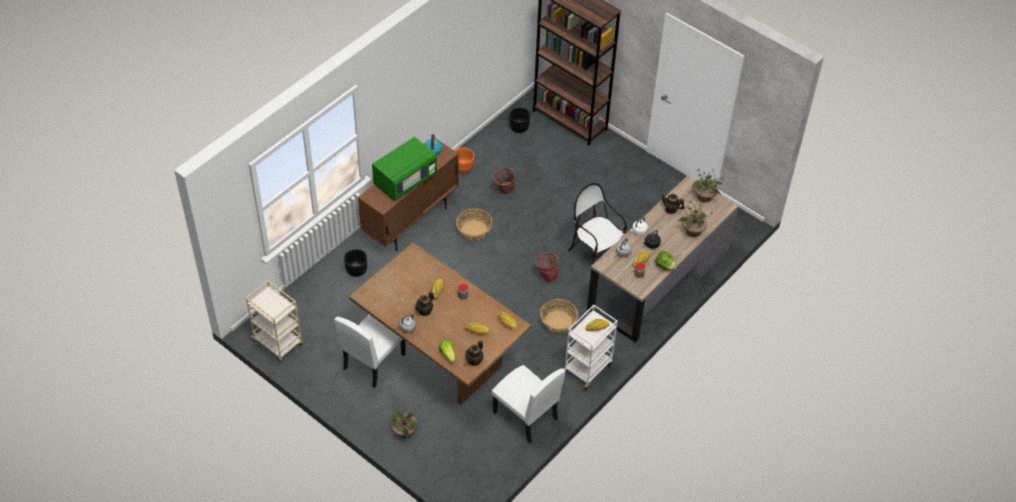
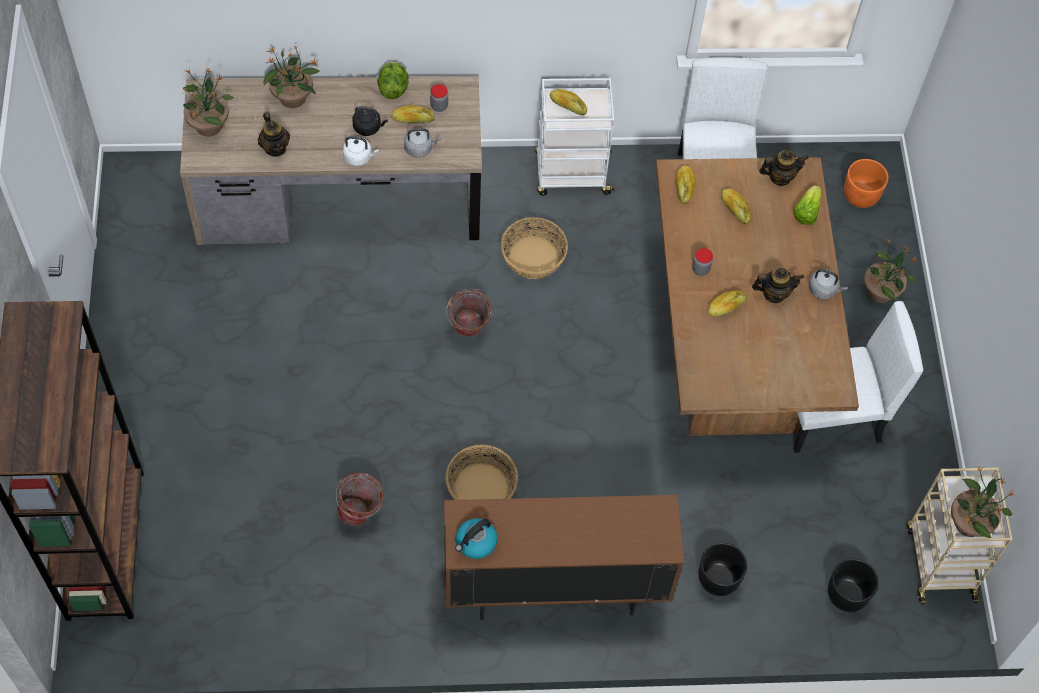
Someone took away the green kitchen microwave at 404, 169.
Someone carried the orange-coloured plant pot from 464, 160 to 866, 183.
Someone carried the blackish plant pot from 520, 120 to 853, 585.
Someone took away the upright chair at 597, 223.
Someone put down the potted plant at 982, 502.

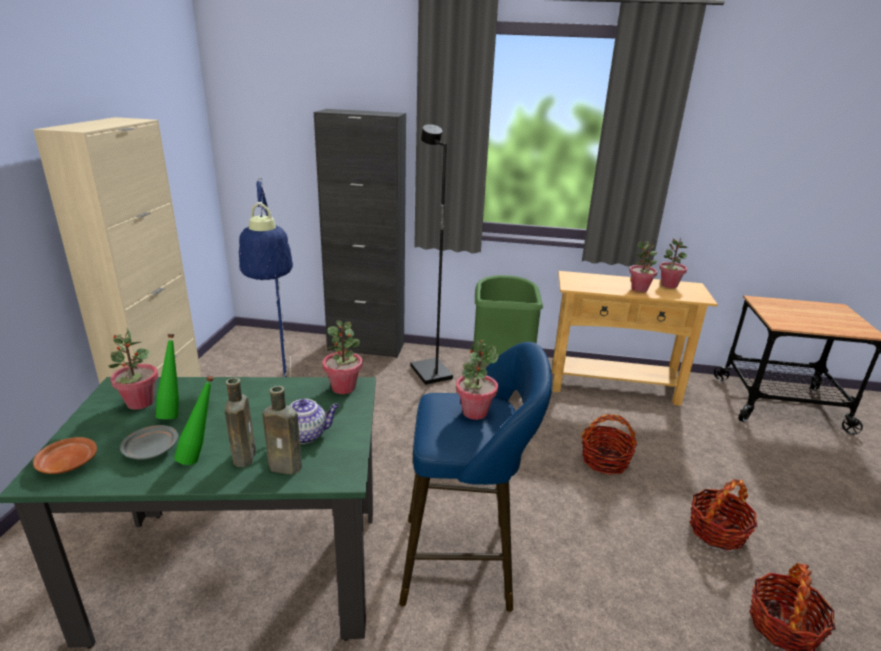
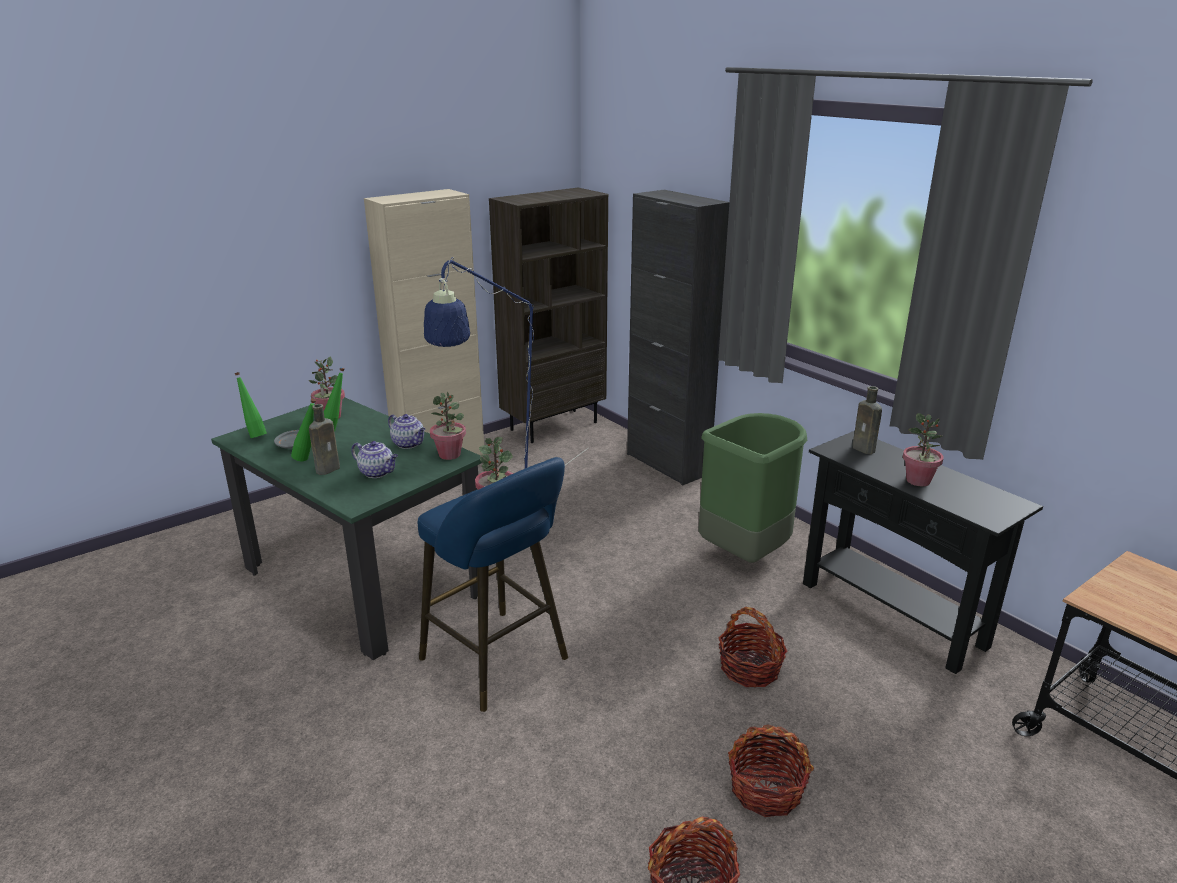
Someone swapped the brownish flat dish at 65, 455 for the green bottle at 250, 405.
Someone carried the brownish bottle from 282, 430 to 867, 420.
Someone took away the blackish floor lamp at 432, 254.
Someone repainted the beige-coloured hall table at 635, 338, which became the blackish hall table at 923, 552.
Someone took away the potted plant at 673, 263.
Someone put down the pot for tea at 406, 431.
Someone put down the brownish shelving unit at 548, 315.

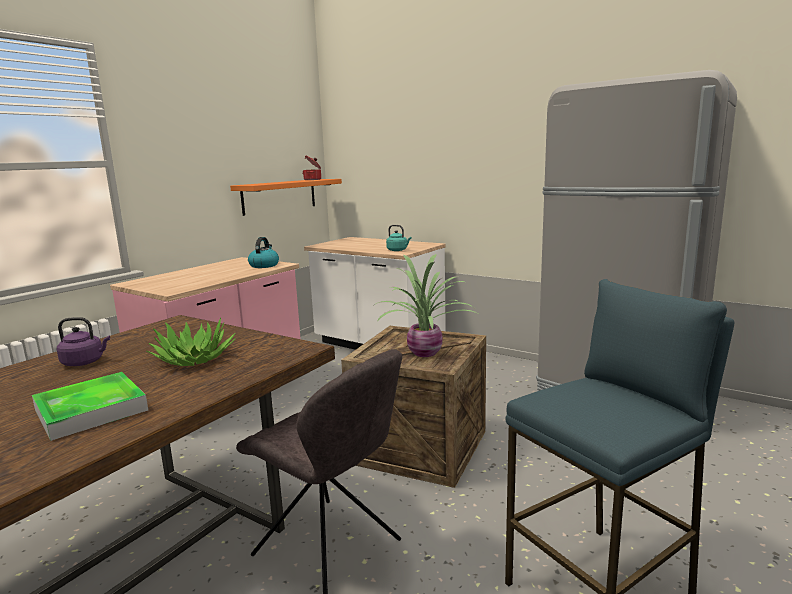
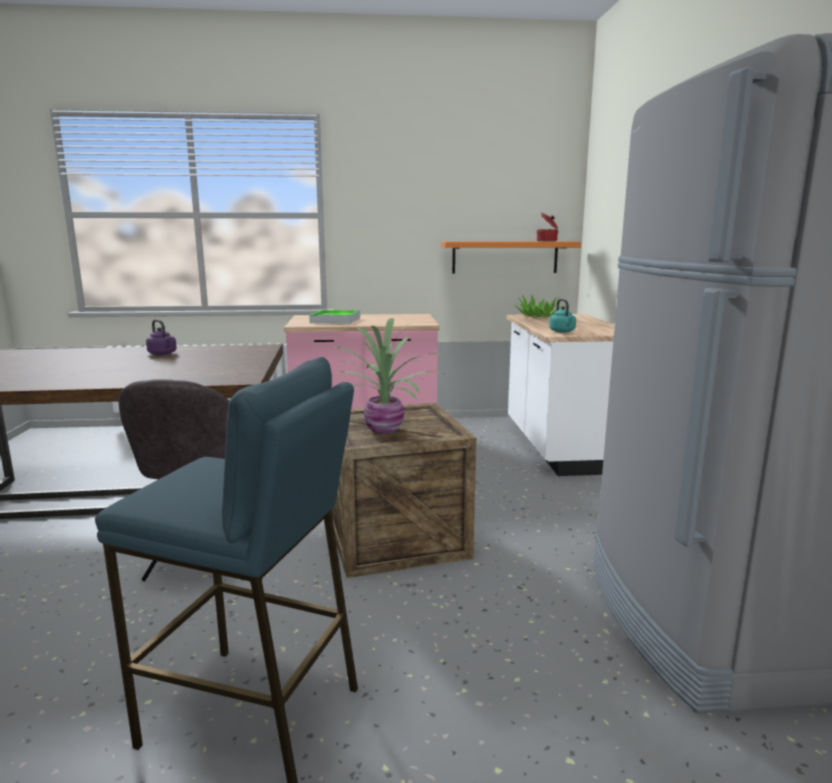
Someone carried the serving tray from 90, 406 to 334, 317.
Someone carried the potted plant from 190, 342 to 538, 306.
Someone took away the tea kettle at 263, 252.

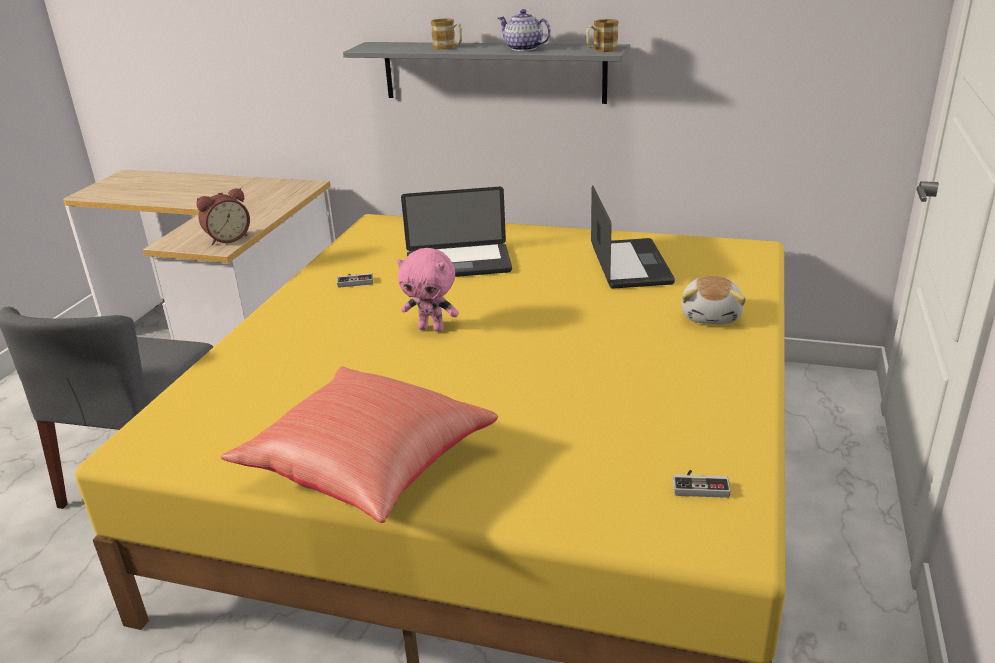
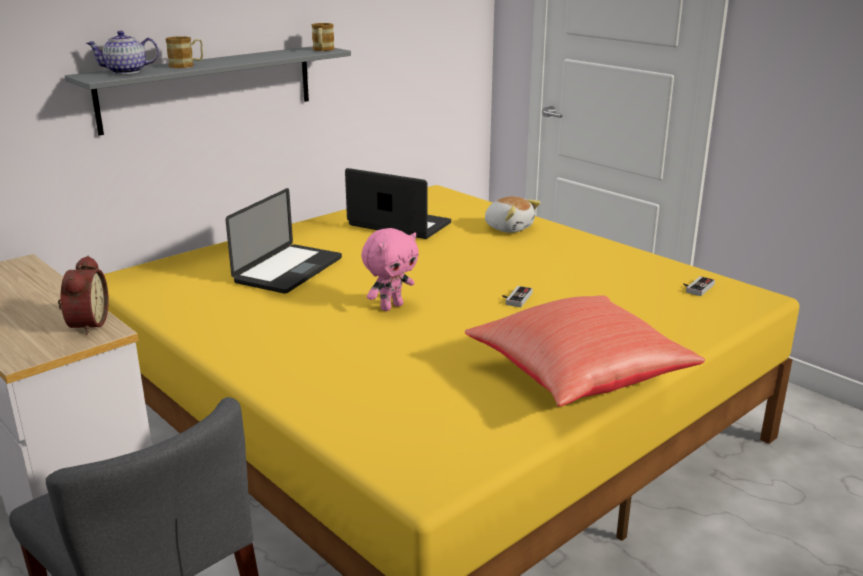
Someone carried the game controller from 355, 280 to 517, 296.
Someone carried the pot for tea from 524, 30 to 122, 52.

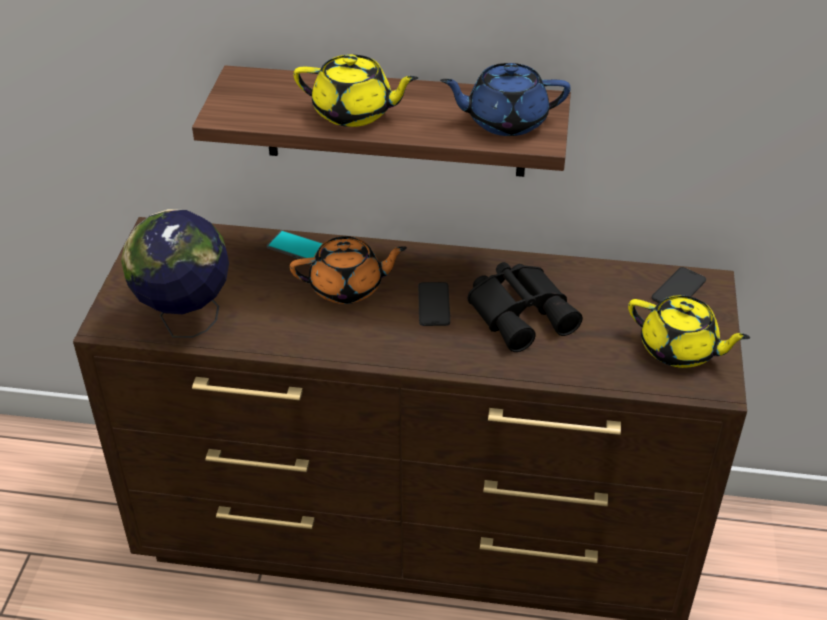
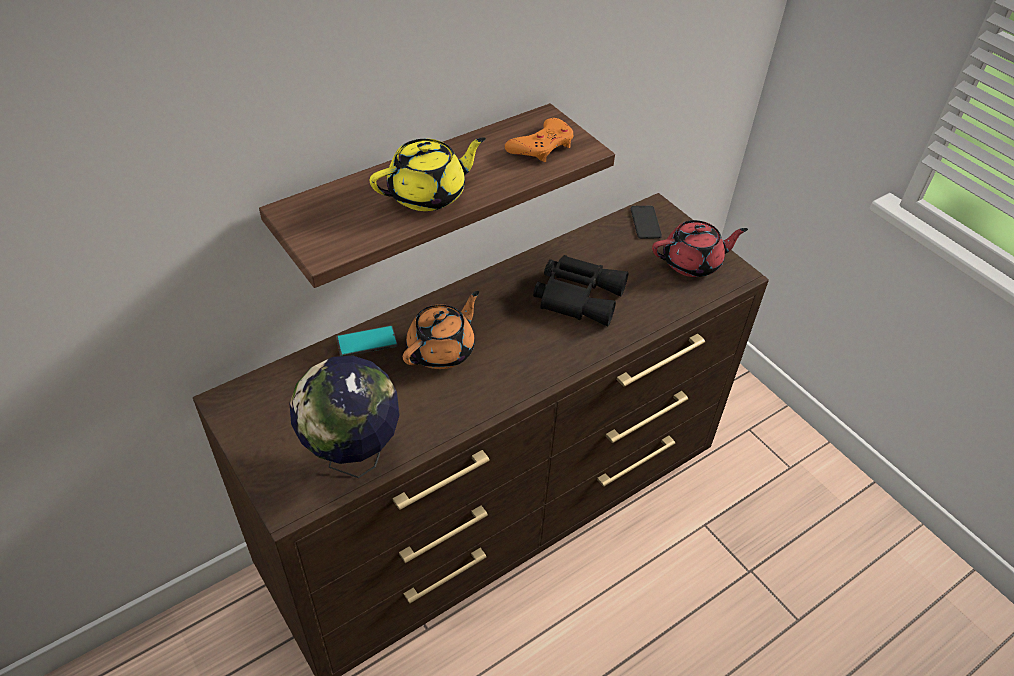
Someone took away the handset at 434, 304.
Someone swapped the blue pot for tea at 505, 99 for the orange-coloured game controller at 539, 140.
Someone repainted the yellow-coloured pot for tea at 689, 331, which became the red pot for tea at 700, 248.

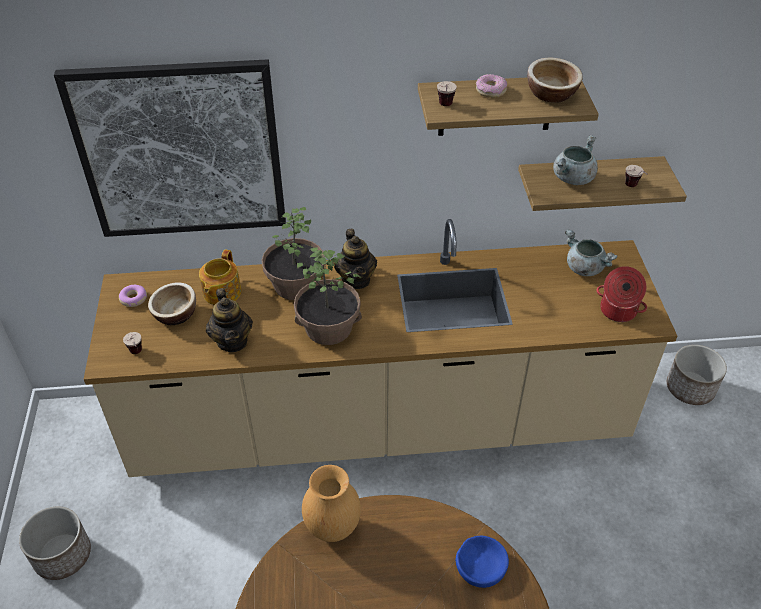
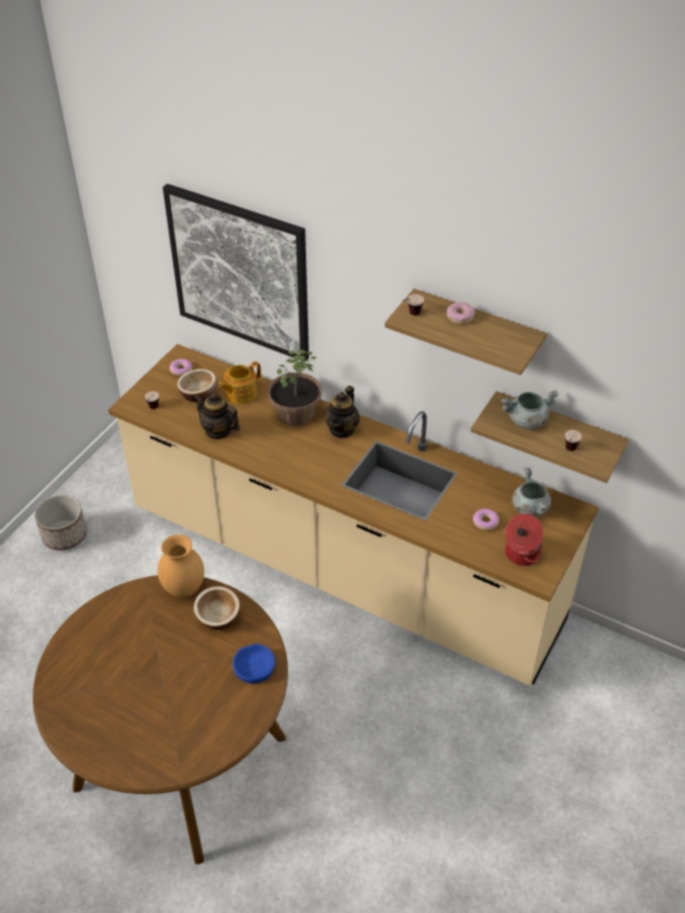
Someone rotated the pot for tea at 229, 320 by 105 degrees clockwise.
Someone took away the potted plant at 328, 296.
Someone carried the deep dish from 555, 80 to 217, 608.
Someone took away the plant pot at 697, 375.
Someone put down the donut at 486, 520.

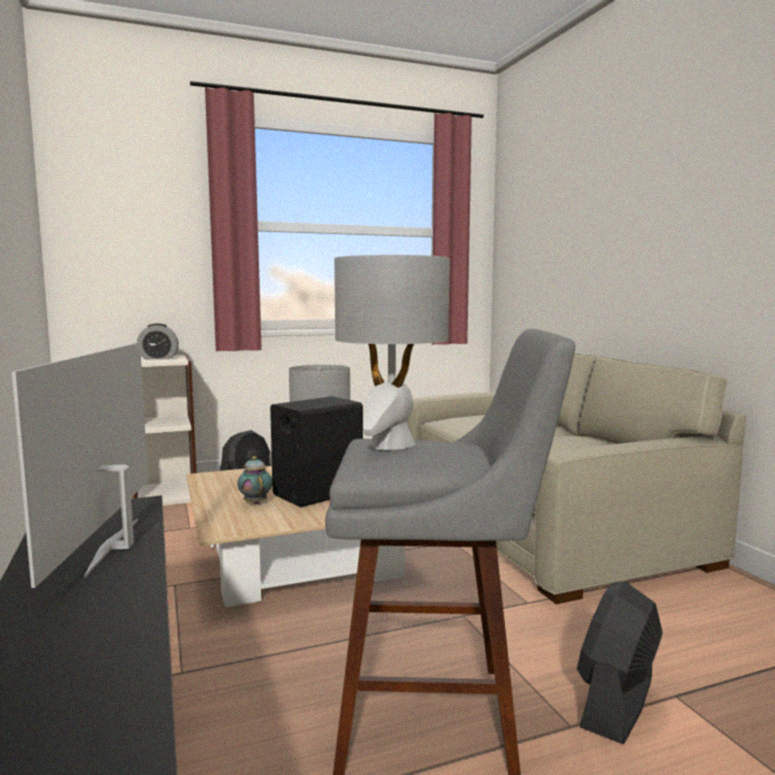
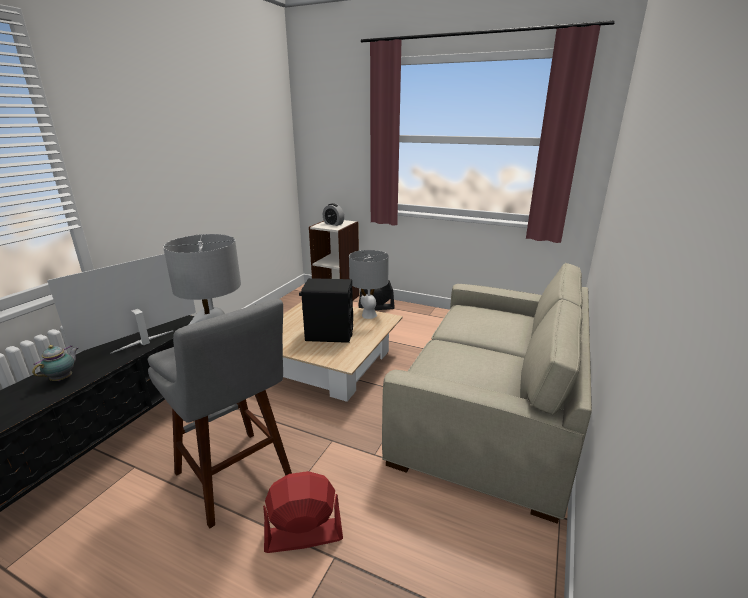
Someone carried the pot for tea from 255, 480 to 55, 363.
Someone repainted the blackish cooling fan at 620, 662, which became the red cooling fan at 303, 512.

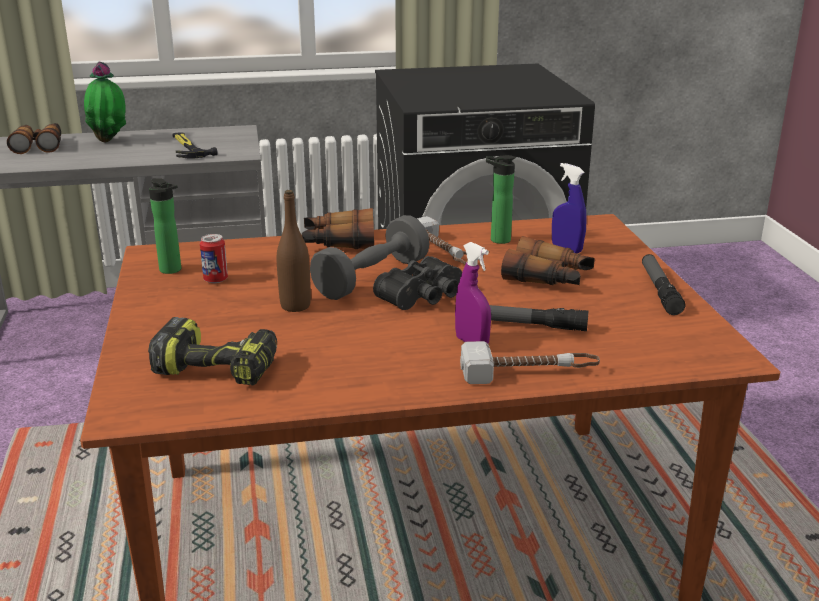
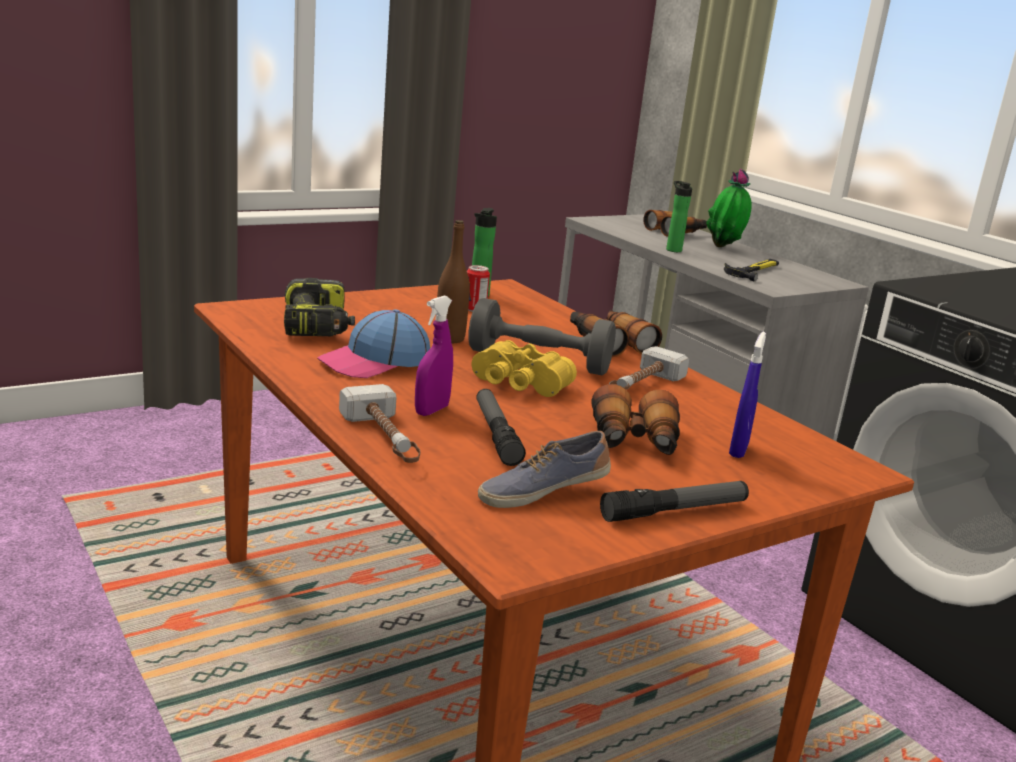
Someone repainted the blackish field glasses at 417, 283, which became the yellow-coloured field glasses at 524, 368.
Someone carried the bottle from 501, 199 to 679, 216.
Someone put down the baseball cap at 373, 343.
Someone put down the item of footwear at 544, 469.

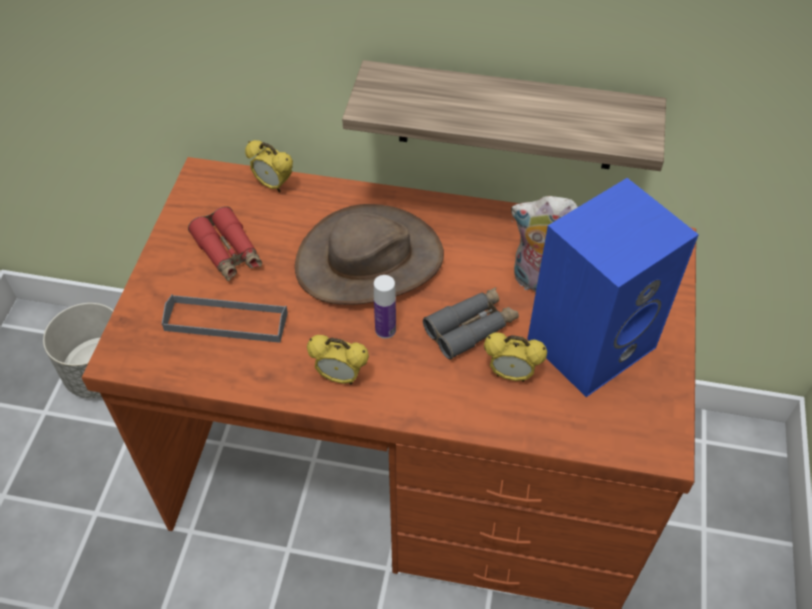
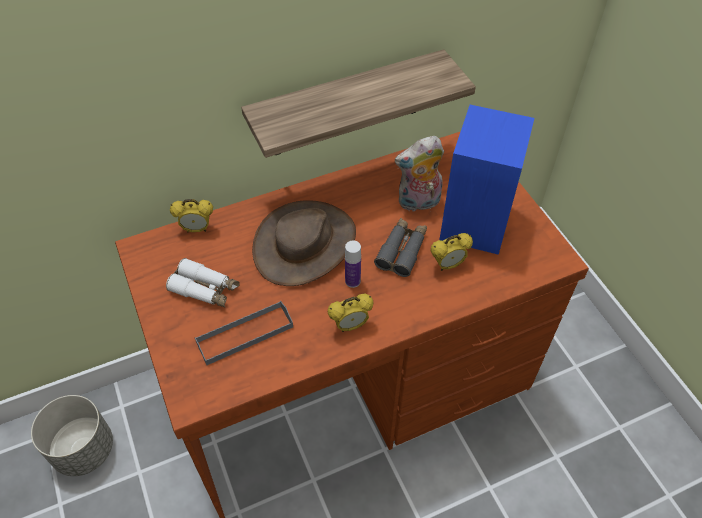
Someone repainted the red field glasses at 225, 243, which became the whitish field glasses at 203, 282.

